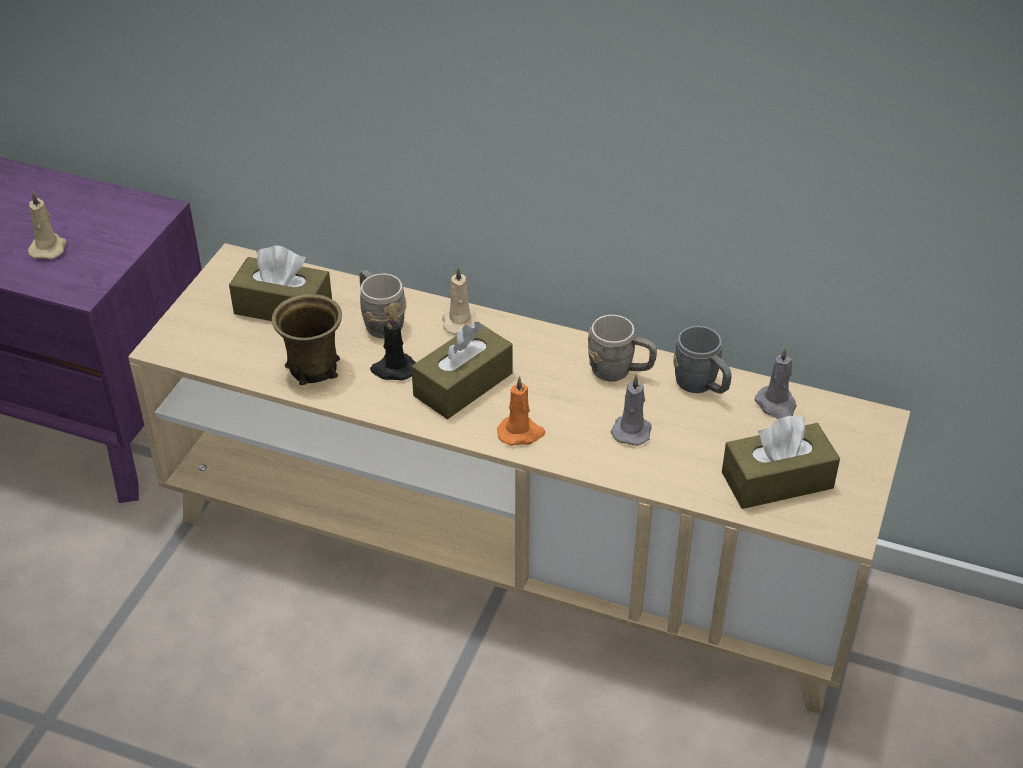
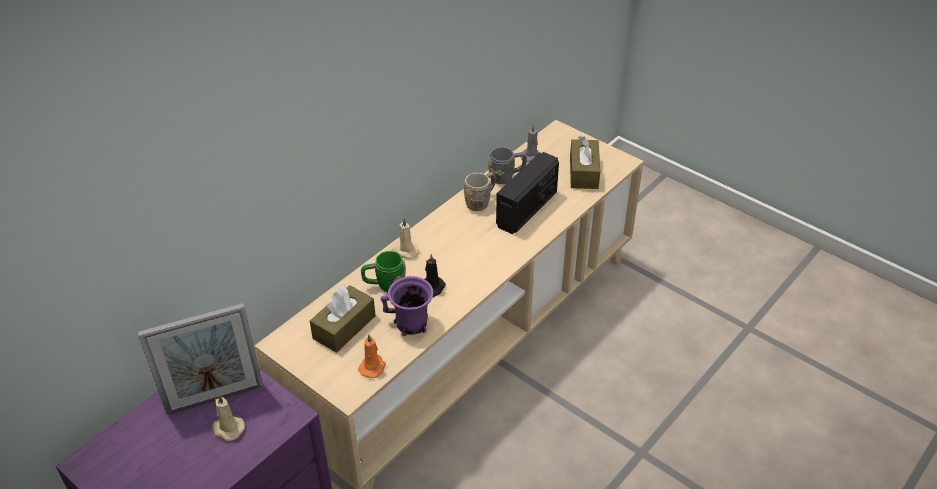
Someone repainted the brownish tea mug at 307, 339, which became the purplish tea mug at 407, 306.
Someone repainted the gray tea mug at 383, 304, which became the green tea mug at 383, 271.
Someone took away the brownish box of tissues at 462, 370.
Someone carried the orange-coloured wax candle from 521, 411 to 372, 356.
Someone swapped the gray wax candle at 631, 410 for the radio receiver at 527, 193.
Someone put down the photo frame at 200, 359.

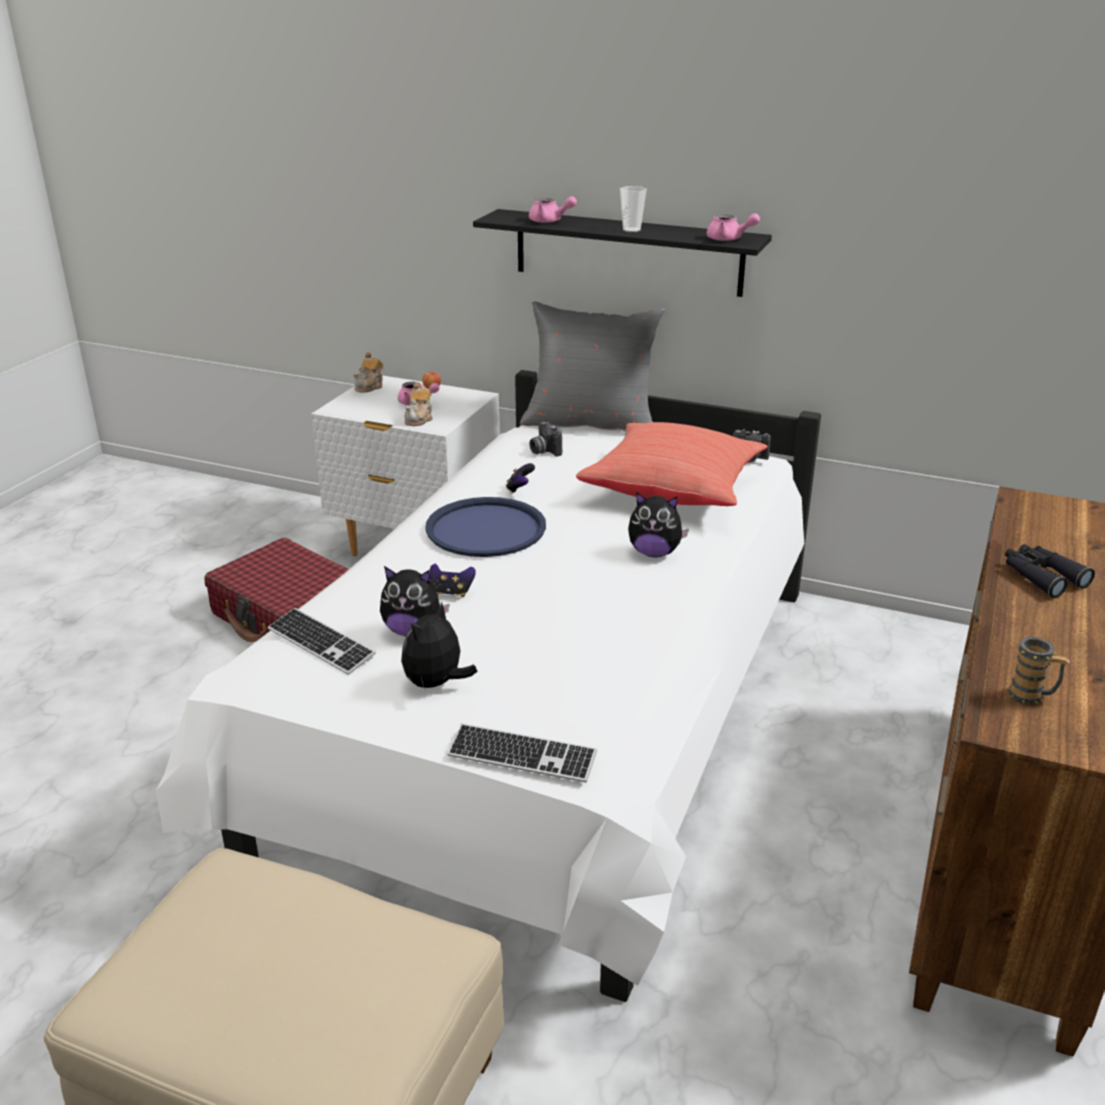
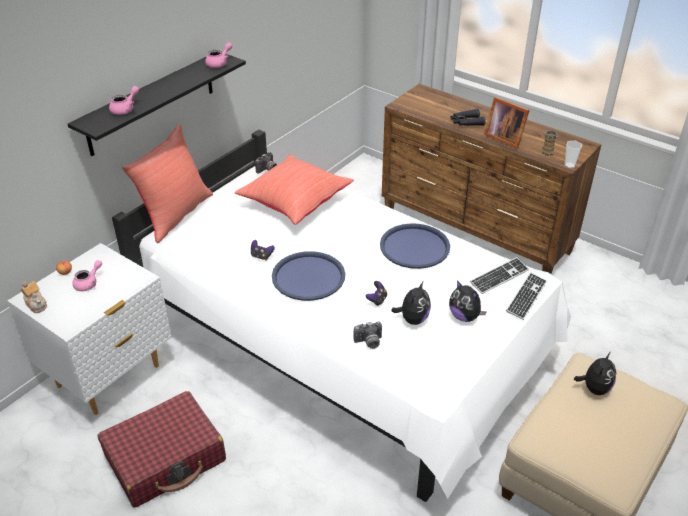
Someone carried the PC keyboard from 322, 641 to 499, 275.
Someone took away the pot for tea at 418, 404.
Someone repainted the gray pillow at 592, 366, which became the red pillow at 167, 183.
Someone carried the still camera from 546, 439 to 368, 335.
Someone carried the drinking cup from 633, 209 to 574, 154.
Someone carried the soft toy from 658, 524 to 595, 374.
Someone put down the blue serving tray at 415, 246.
Someone put down the photo frame at 507, 123.

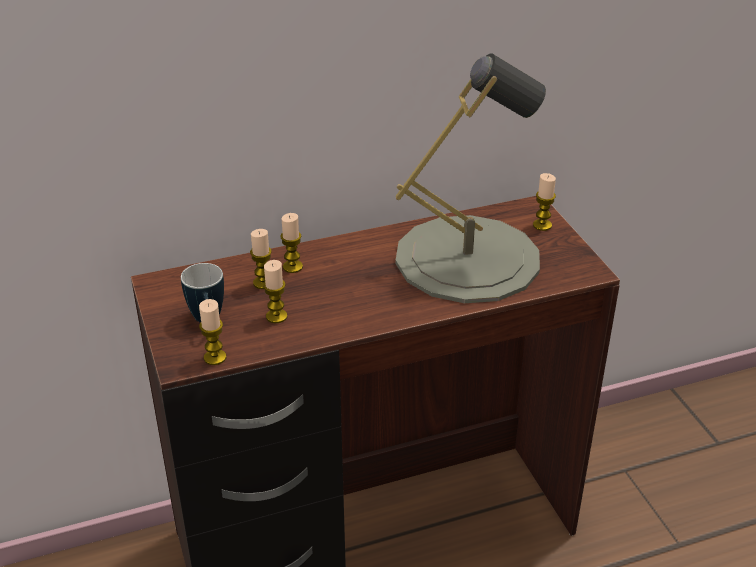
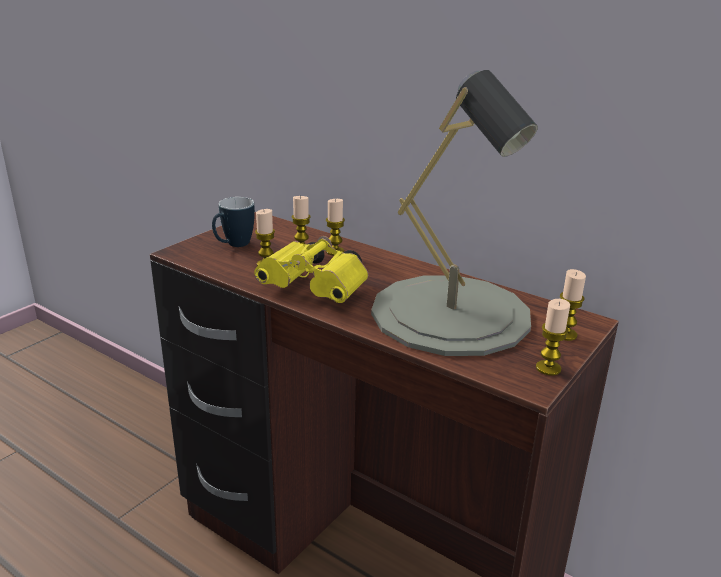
Someone carried the wax candle from 212, 332 to 553, 337.
Someone put down the yellow-coloured field glasses at 311, 269.

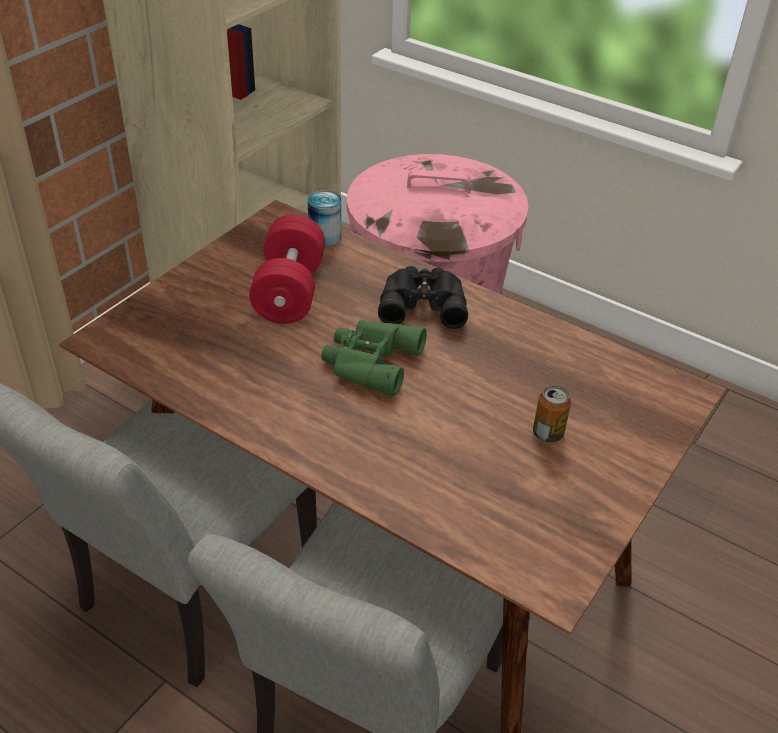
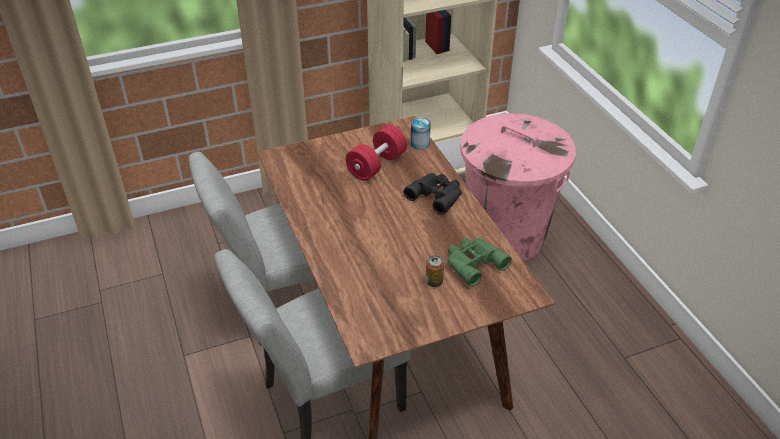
Someone carried the green field glasses from 374, 357 to 479, 262.

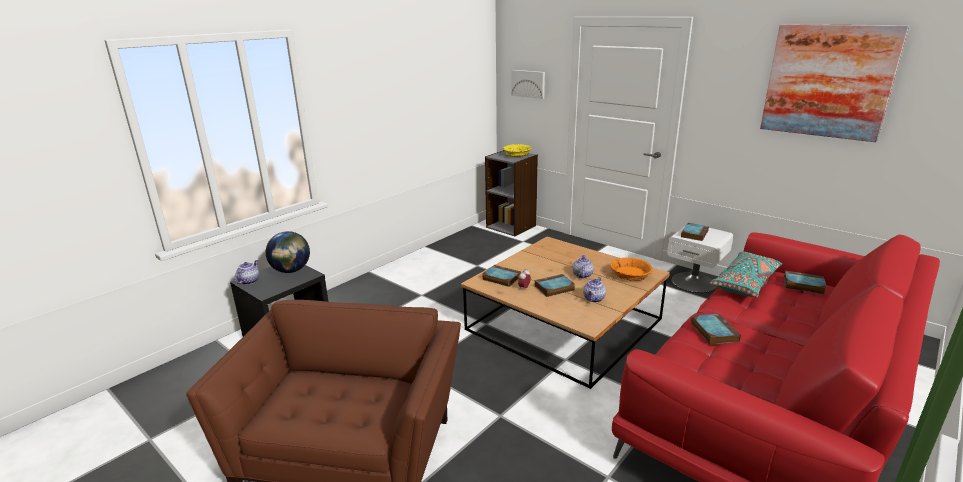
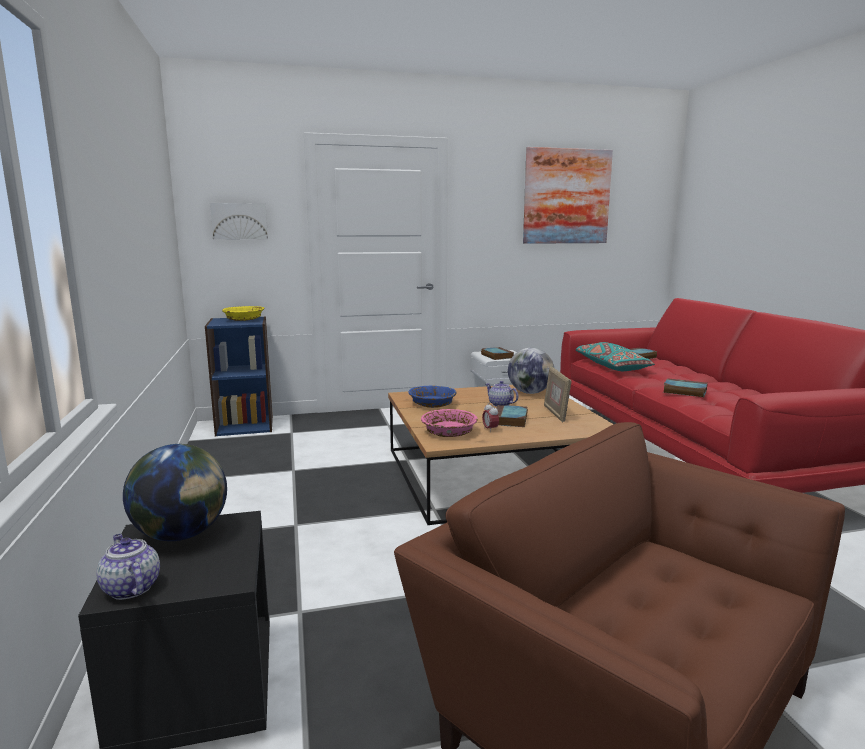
Someone swapped the volume at 501, 276 for the pink deep dish at 449, 423.
Someone repainted the gray shelving unit at 511, 193, which became the blue shelving unit at 239, 376.
Someone swapped the pot for tea at 594, 289 for the photo frame at 557, 394.
Someone swapped the orange-coloured deep dish at 631, 269 for the world globe at 531, 371.
Someone put down the blue deep dish at 432, 396.

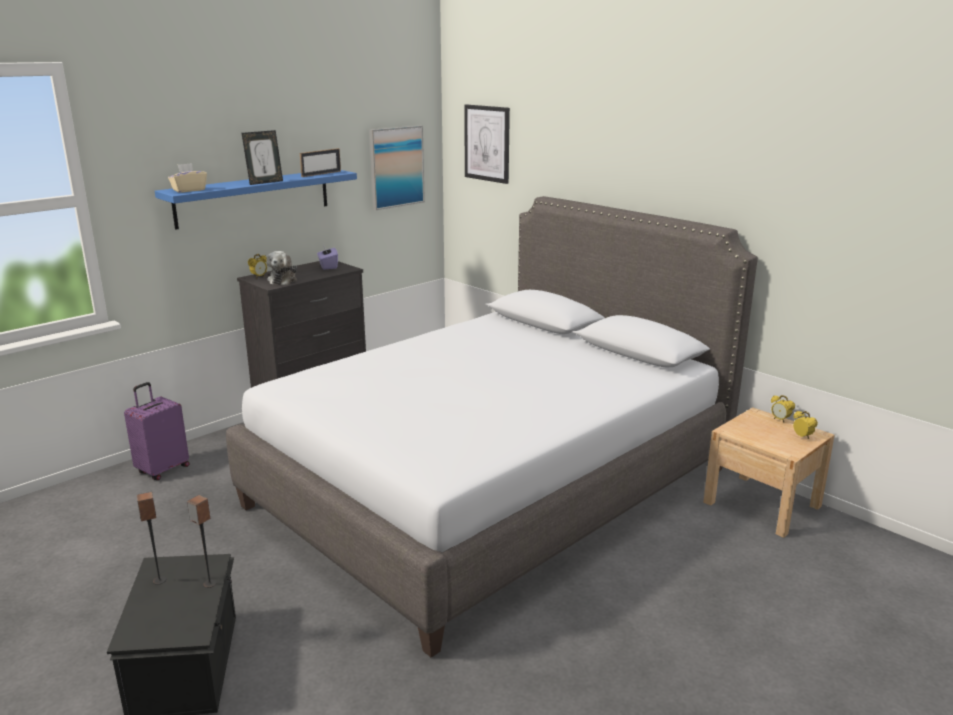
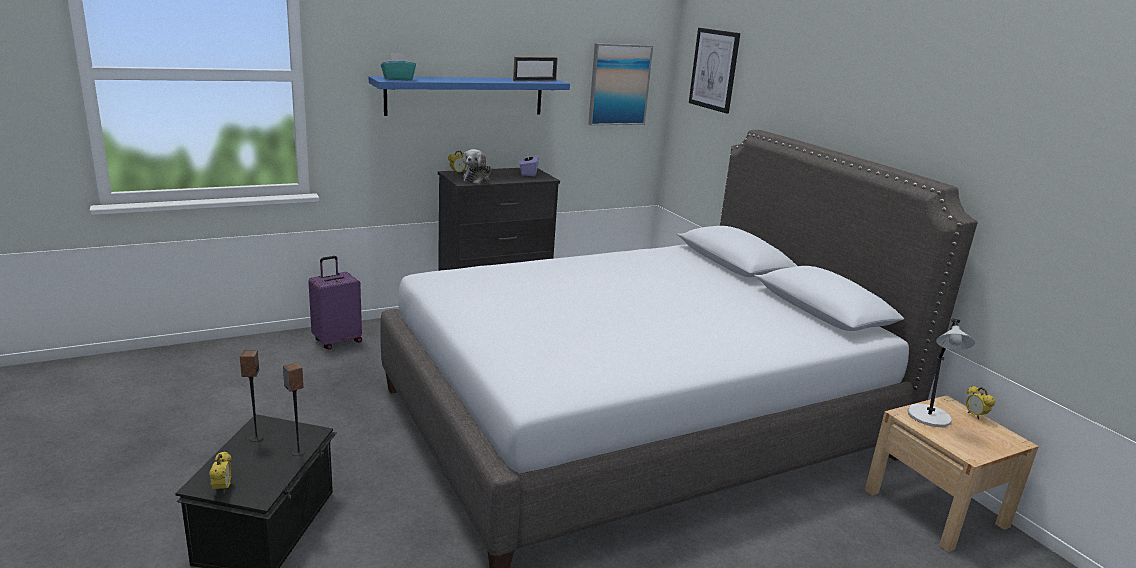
Someone repainted the beige-coloured box of tissues at 187, 178, which became the blue-green box of tissues at 398, 66.
Someone took away the photo frame at 262, 157.
Someone carried the bedside clock from 805, 425 to 220, 472.
Someone put down the gray table lamp at 941, 373.

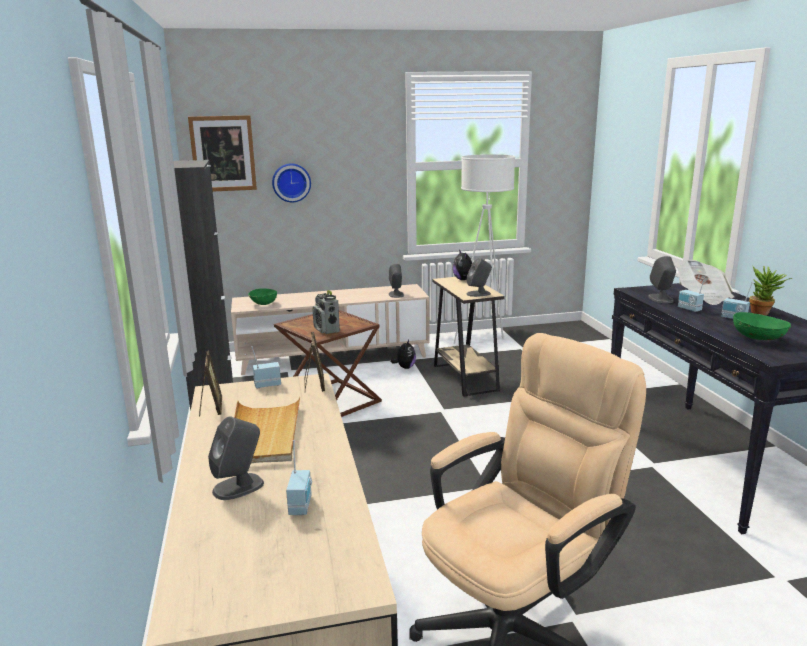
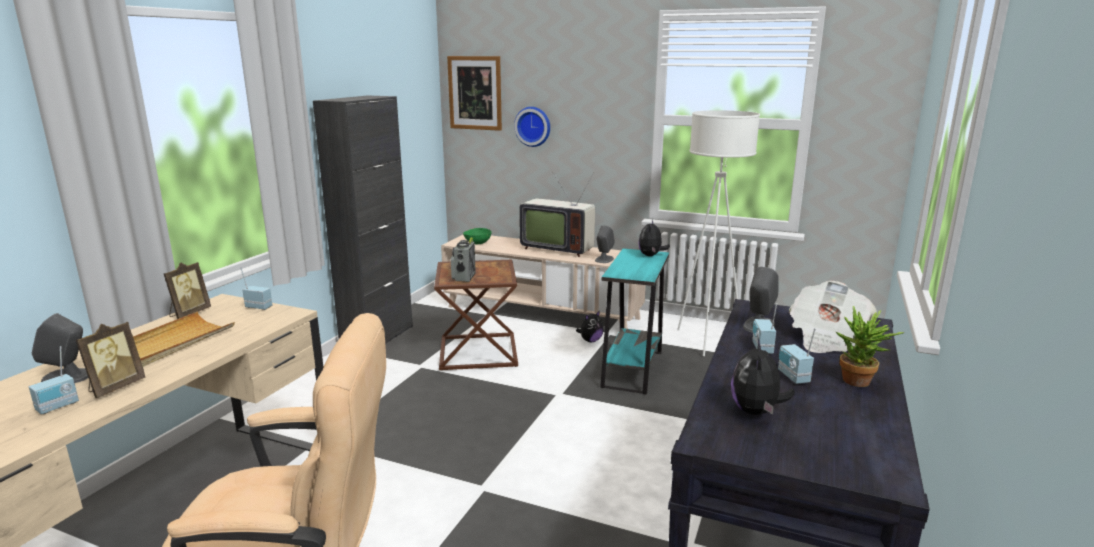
Someone carried the photo frame from 314, 362 to 110, 360.
Someone repainted the beige-coloured side table at 468, 337, which became the blue-green side table at 634, 321.
Someone took away the gray audio speaker at 479, 277.
Someone swapped the green deep dish at 762, 326 for the soft toy at 763, 377.
Someone put down the TV set at 557, 214.

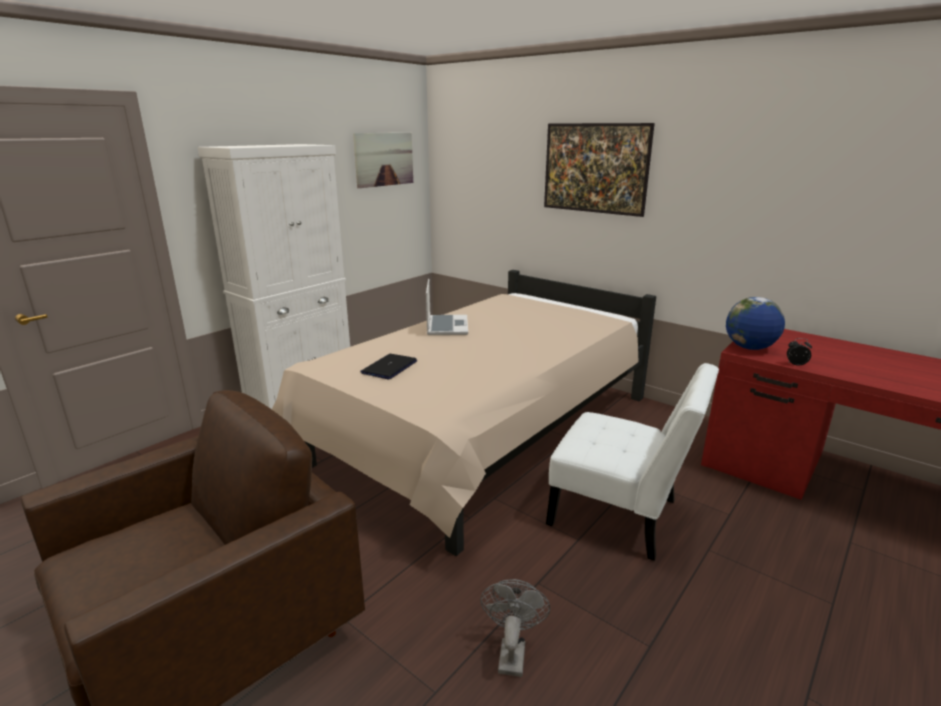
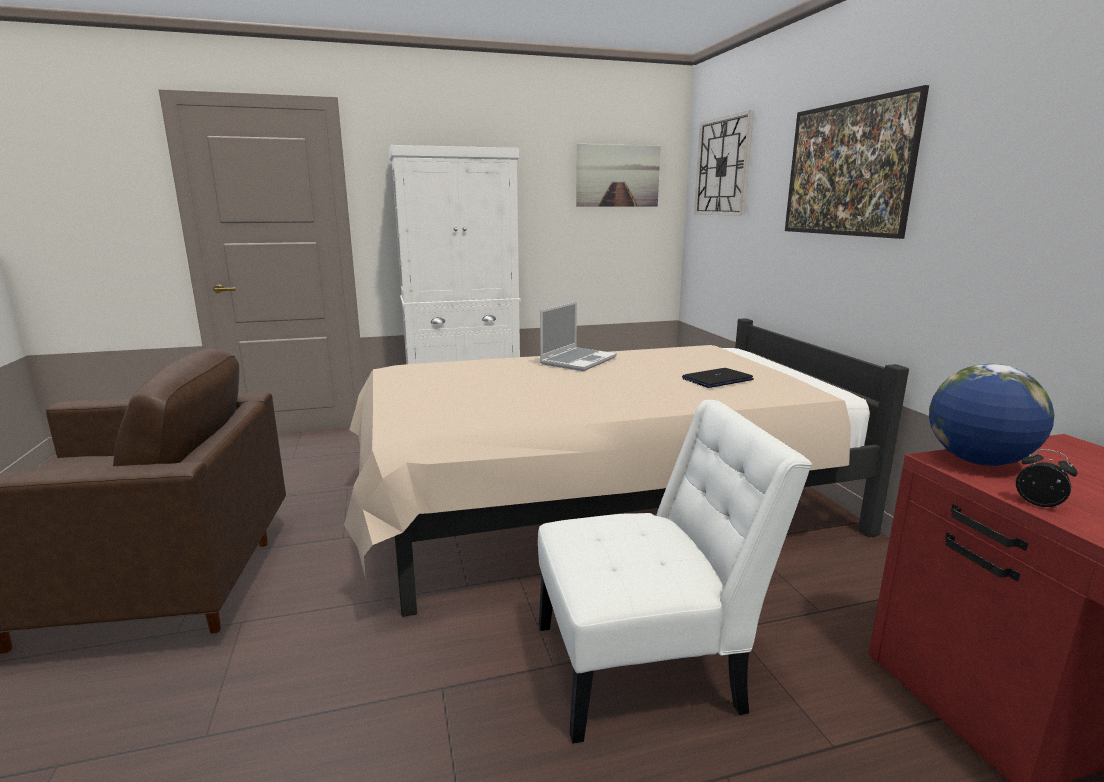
Someone carried the portable computer from 388, 366 to 718, 378.
Someone took away the gray cooling fan at 515, 628.
Someone rotated the whitish upright chair at 632, 462 by 75 degrees counterclockwise.
Someone put up the hanging clock at 724, 163.

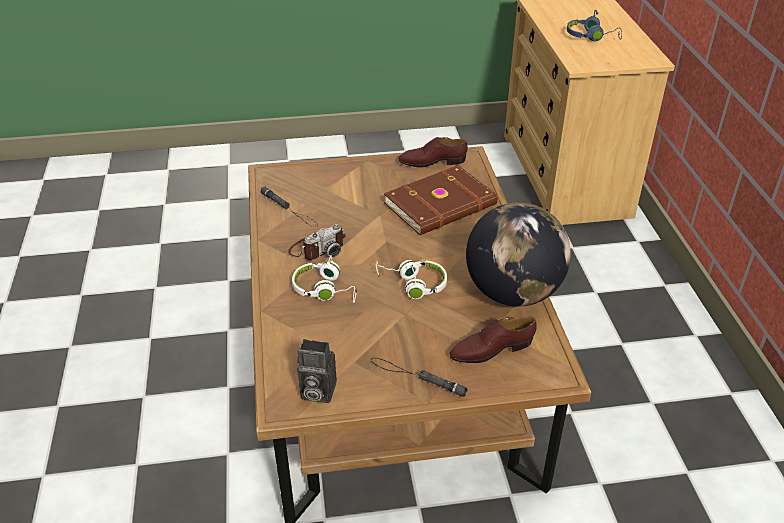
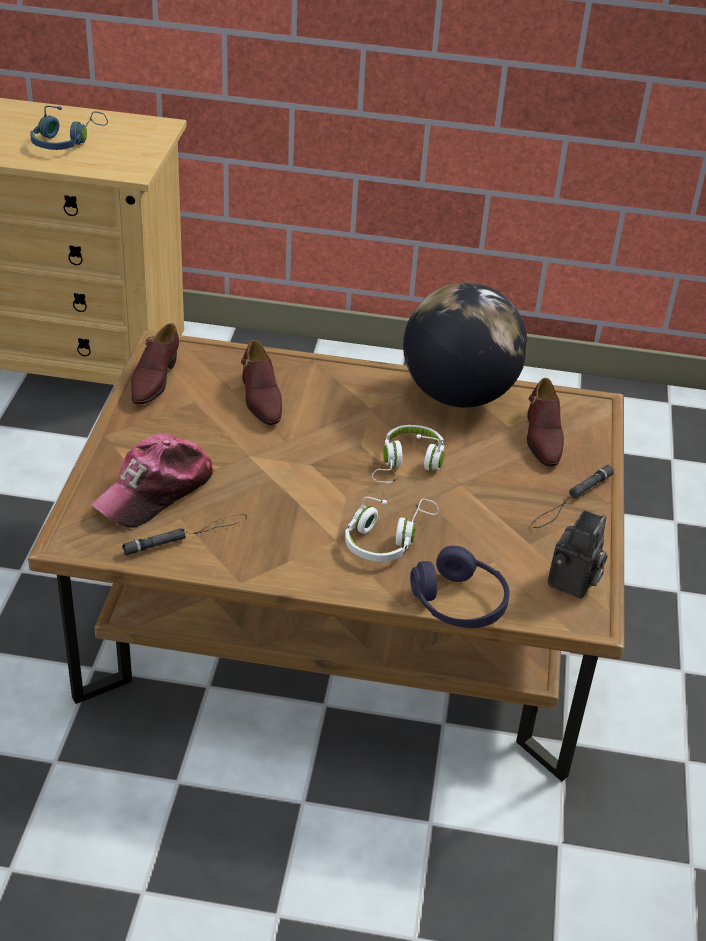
Someone took away the still camera at 317, 242.
Someone swapped the brownish volume at 441, 200 for the brownish item of footwear at 261, 382.
Someone put down the baseball cap at 152, 481.
Someone put down the purplish headset at 460, 587.

